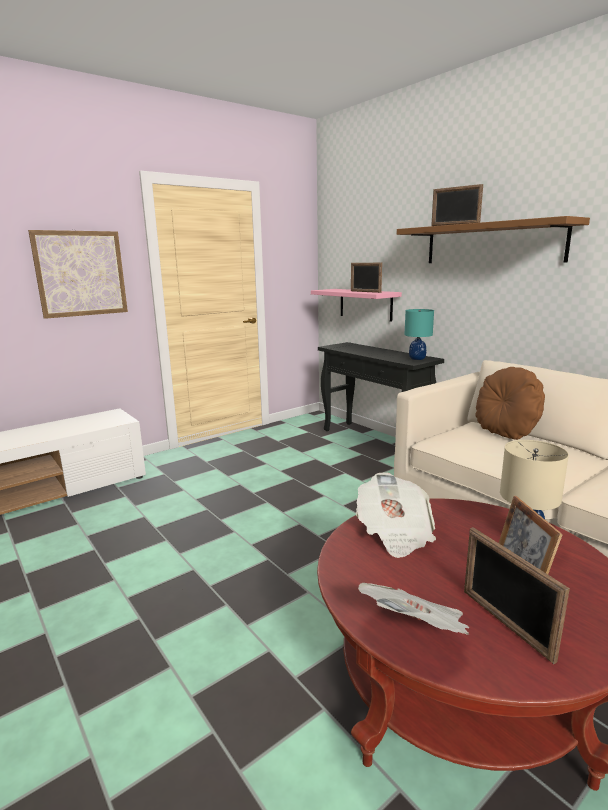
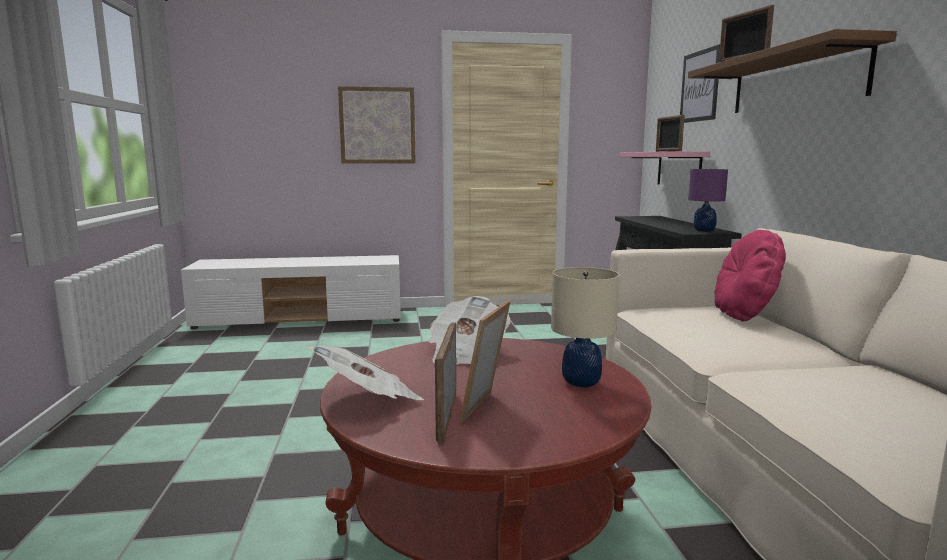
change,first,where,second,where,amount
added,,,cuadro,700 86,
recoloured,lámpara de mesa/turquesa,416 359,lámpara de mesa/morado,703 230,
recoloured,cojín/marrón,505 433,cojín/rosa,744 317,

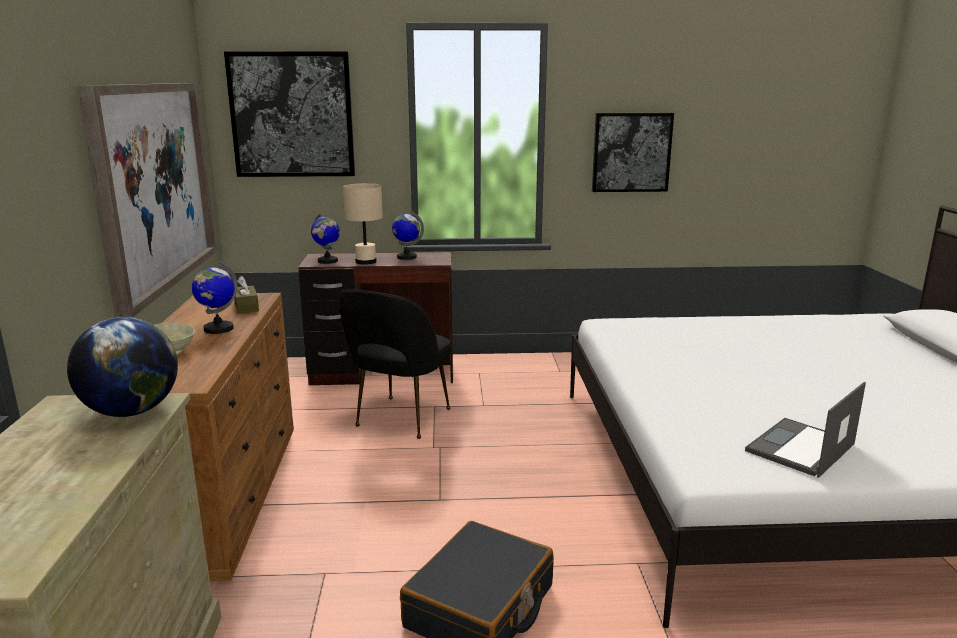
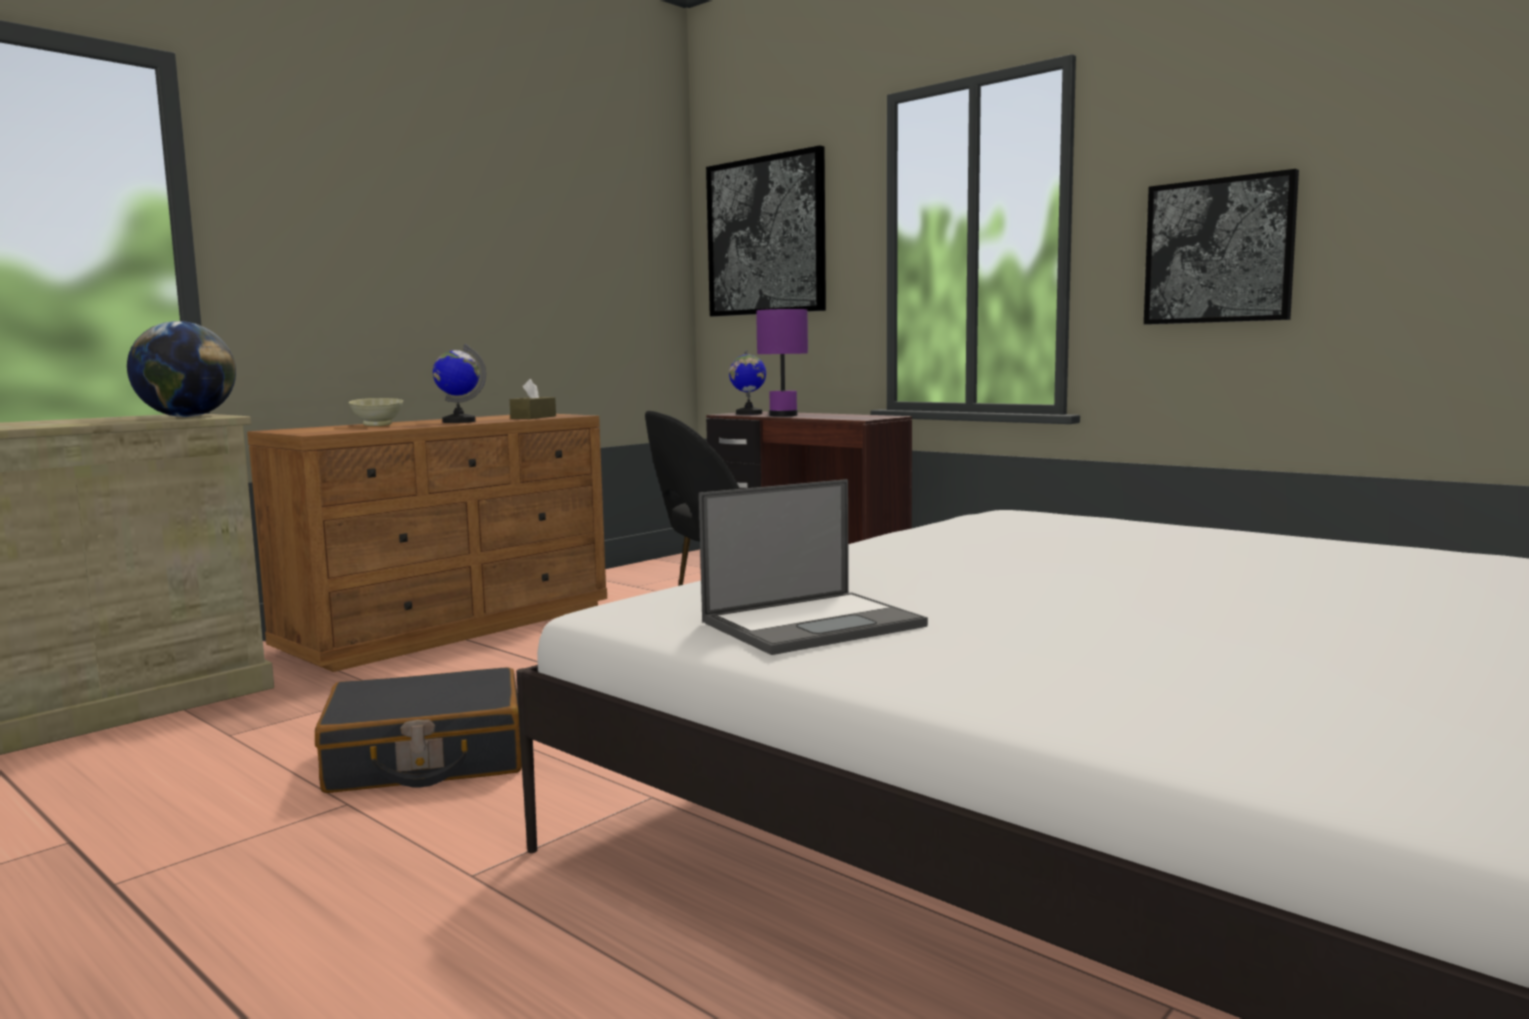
change,first,where,second,where,amount
turned,portátil,800 448,,814 623,150 degrees clockwise
recoloured,lámpara de mesa/beis,365 261,lámpara de mesa/morado,783 415,
removed,cuadro,153 186,,,
removed,globo terráqueo,406 257,,,

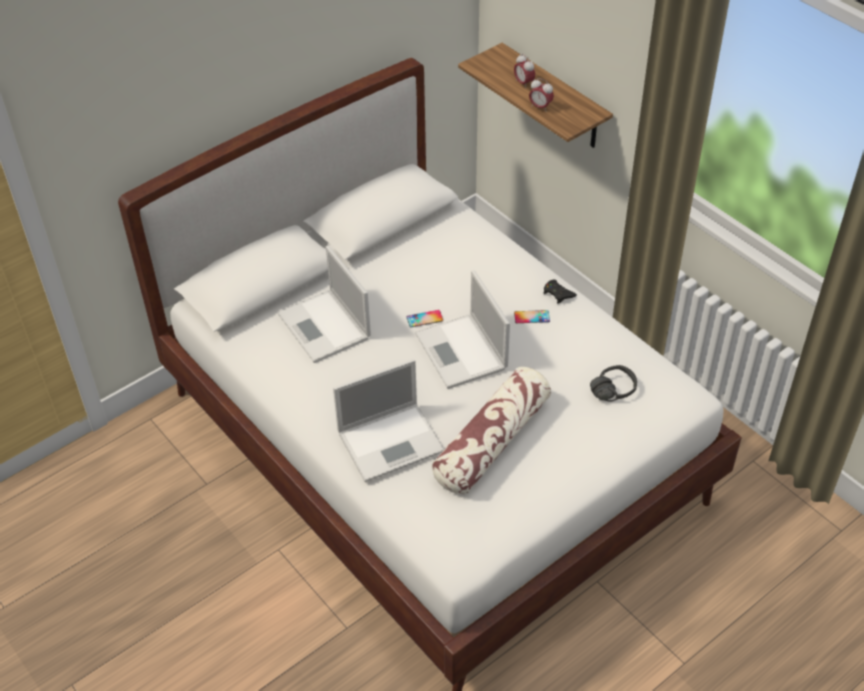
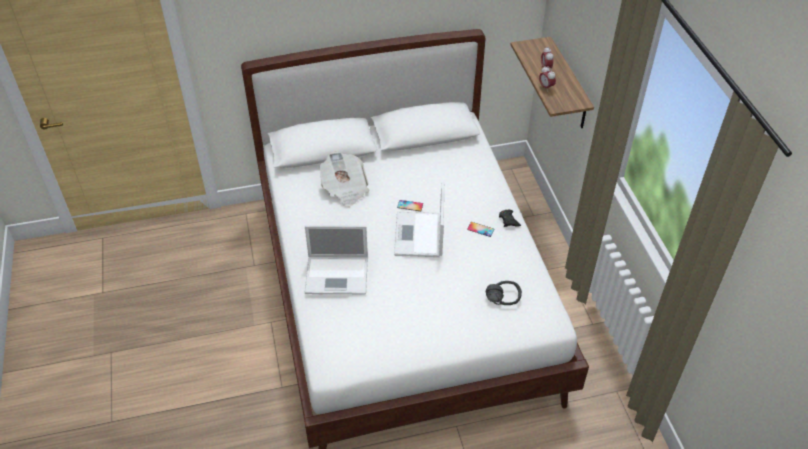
change,first,where,second,where,amount
replaced,portátil,325 327,periódico,345 189,
removed,cojín,492 441,,,

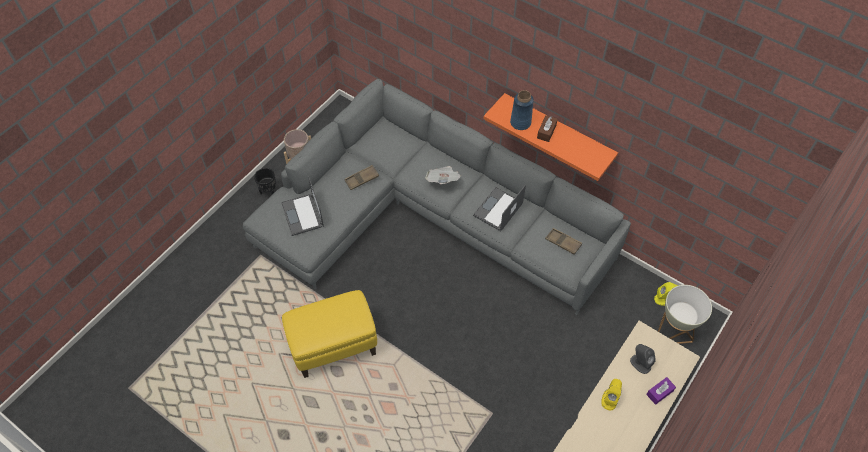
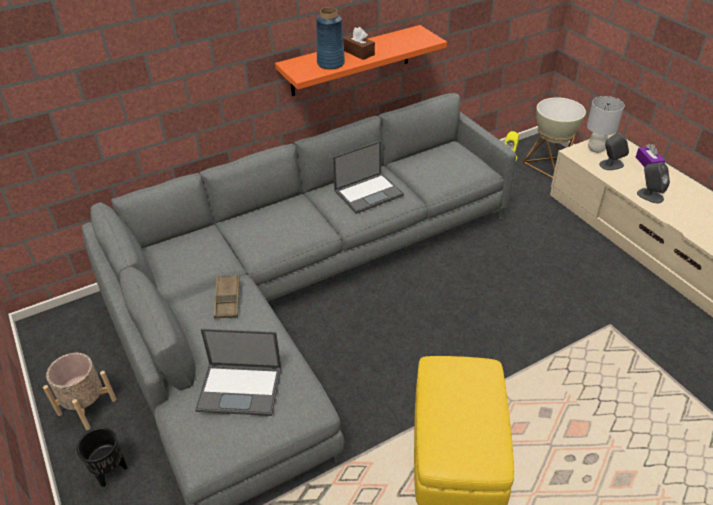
change,first,where,second,where,amount
turned,portátil,498 210,,369 192,90 degrees counterclockwise
added,,,lámpara de mesa/gris,597 150,
recoloured,altavoz/amarillo,610 399,altavoz/gris,649 195,
removed,periódico,443 180,,,
removed,bandeja/marrón,563 242,,,

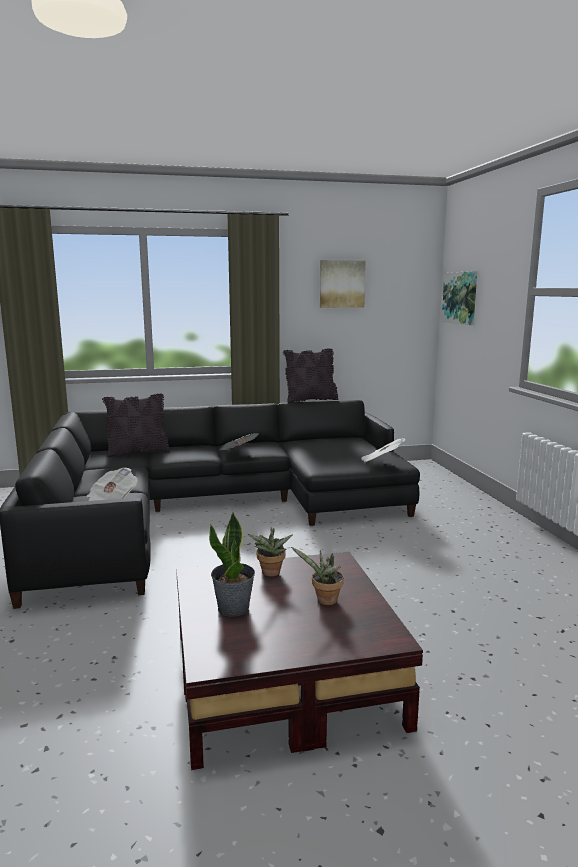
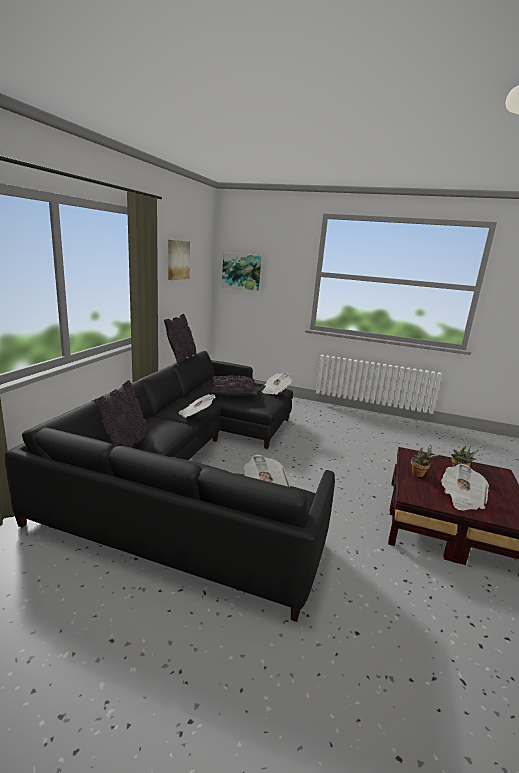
change,first,where,second,where,amount
added,,,cojín/negro,233 392,
replaced,planta en maceta,234 608,periódico,461 498,

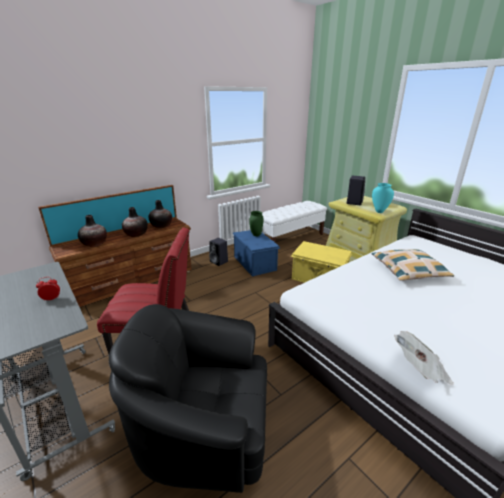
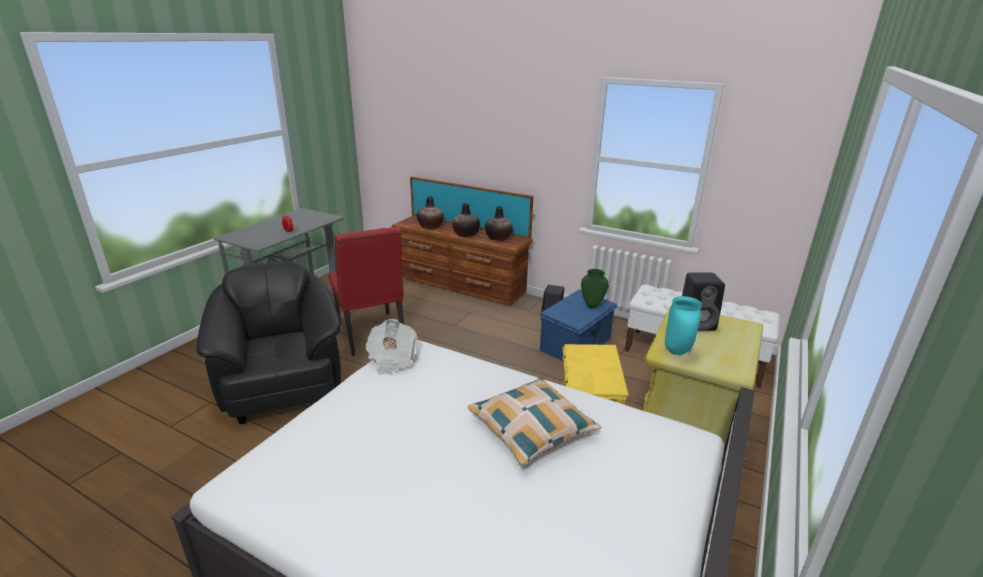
change,first,where,second,where,amount
moved,periódico,420 369,,391 359,

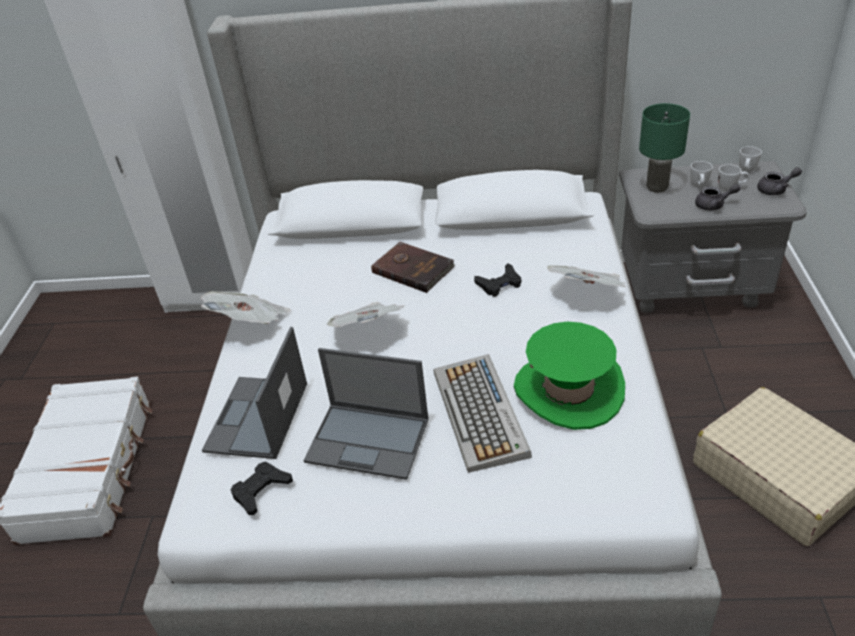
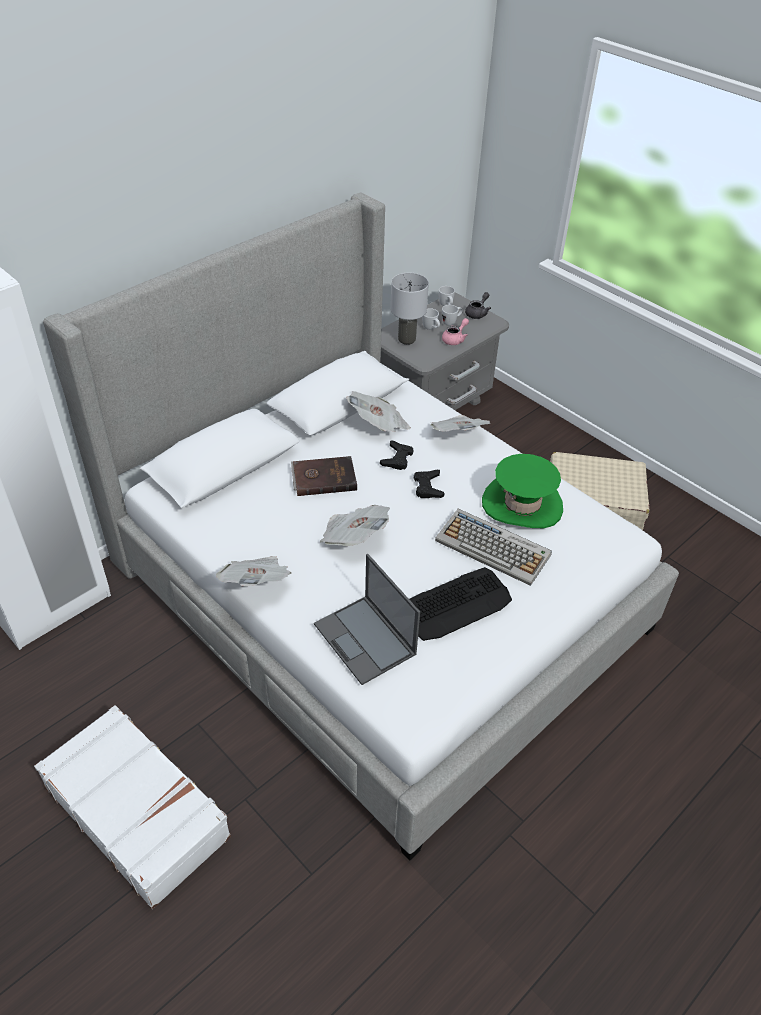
change,first,where,second,where,amount
added,,,periódico,378 424,
recoloured,lámpara de mesa/verde,657 188,lámpara de mesa/blanco,407 341,
replaced,portátil,369 440,teclado,456 604,
moved,mando de consola/negro,261 490,,428 487,
recoloured,tetera/gris,714 205,tetera/rosa,455 339,

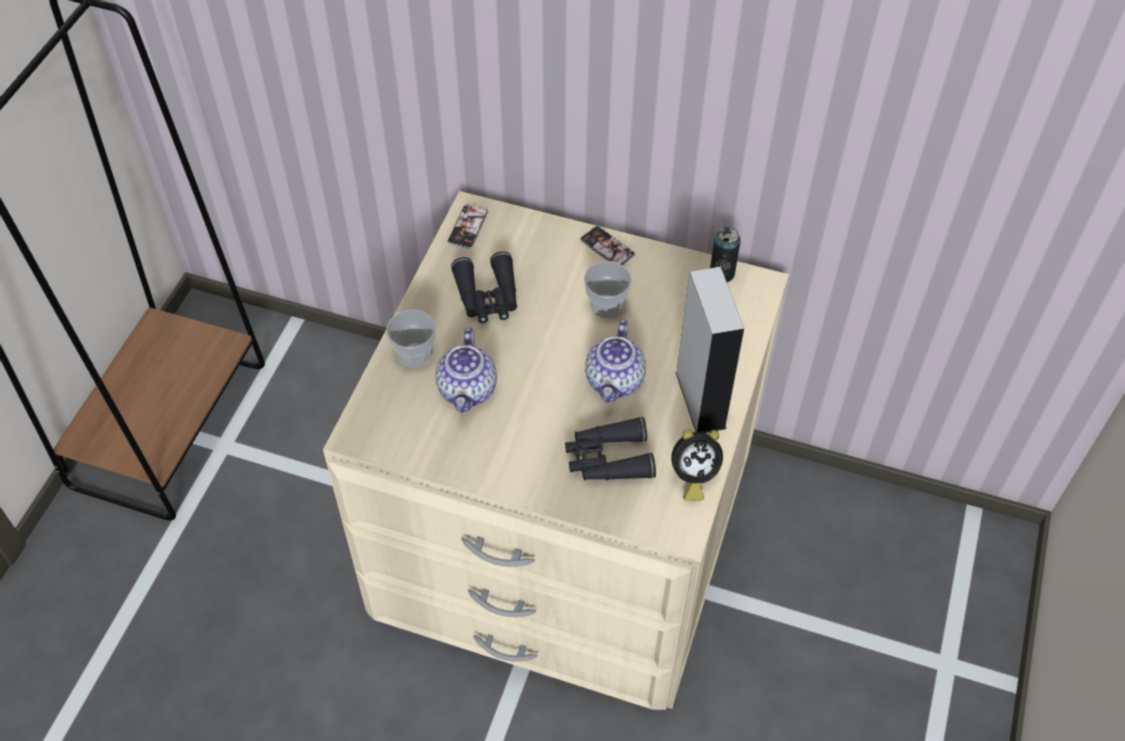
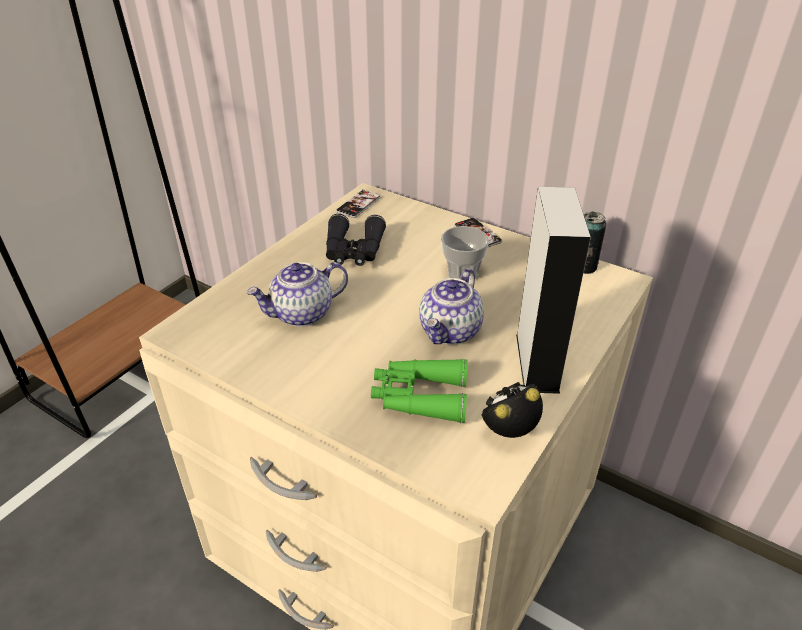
change,first,where,second,where,amount
turned,tetera,468 390,,302 314,45 degrees clockwise
recoloured,prismáticos/negro,608 459,prismáticos/verde,419 397,
turned,despertador,692 477,,509 432,150 degrees clockwise
removed,taza,414 354,,,

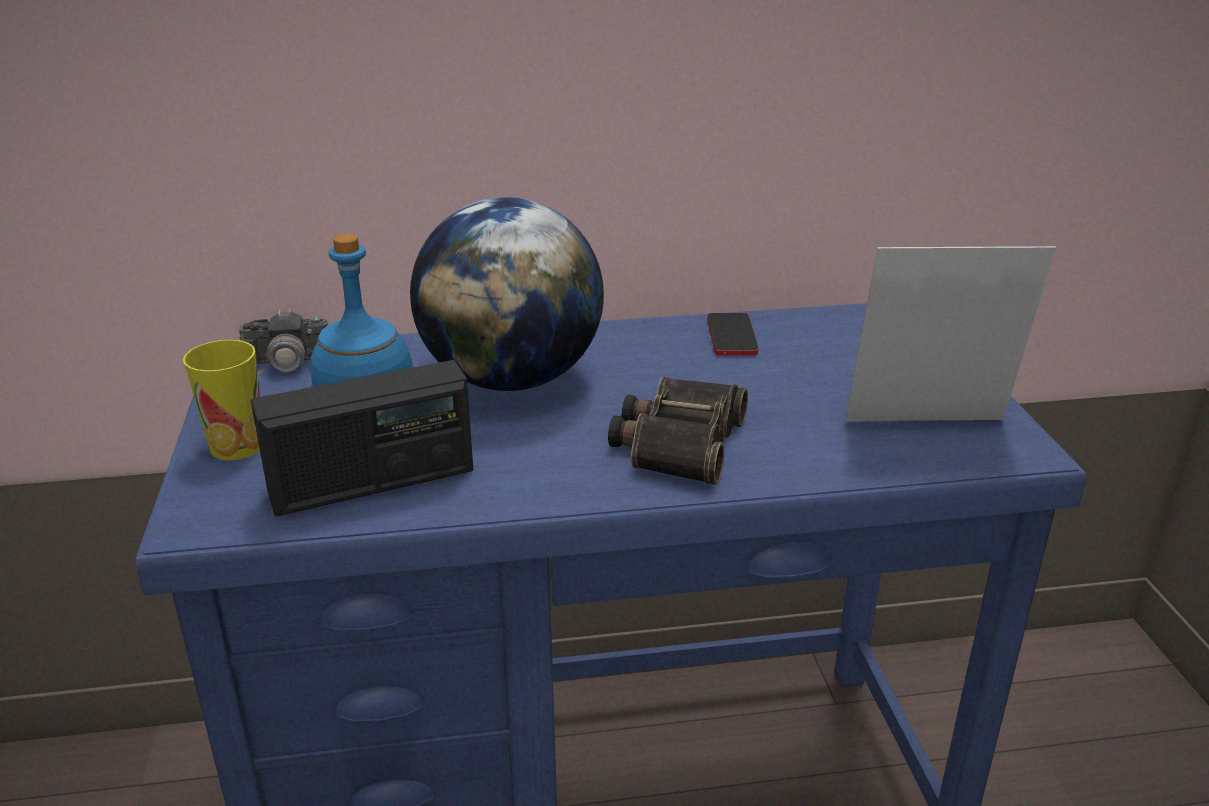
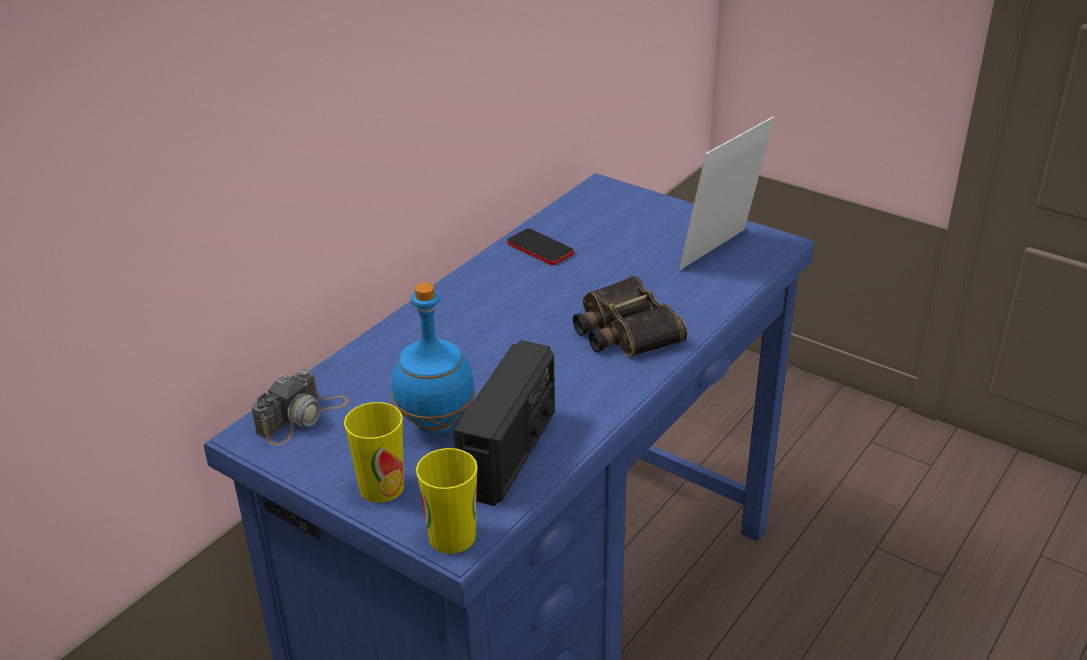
change,first,where,second,where,amount
added,,,taza,452 536,
removed,globo terráqueo,511 379,,,

